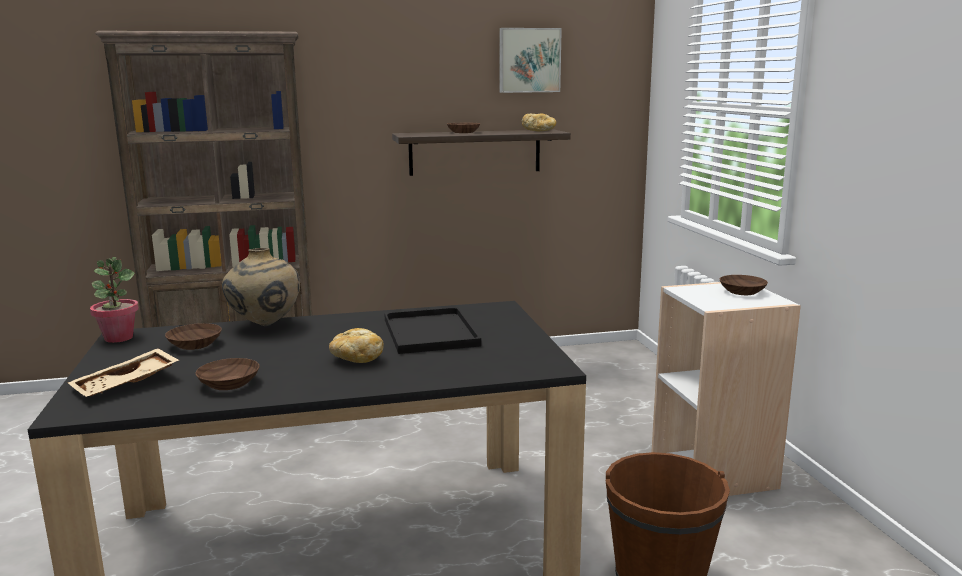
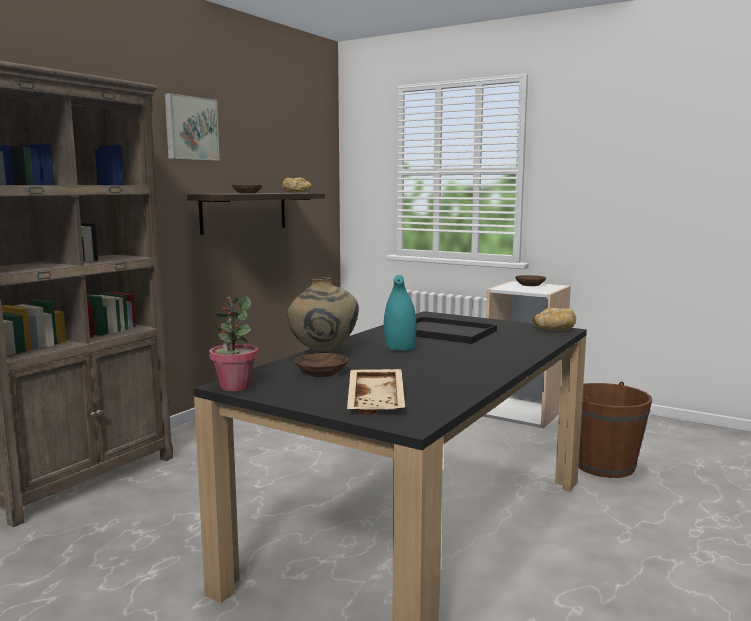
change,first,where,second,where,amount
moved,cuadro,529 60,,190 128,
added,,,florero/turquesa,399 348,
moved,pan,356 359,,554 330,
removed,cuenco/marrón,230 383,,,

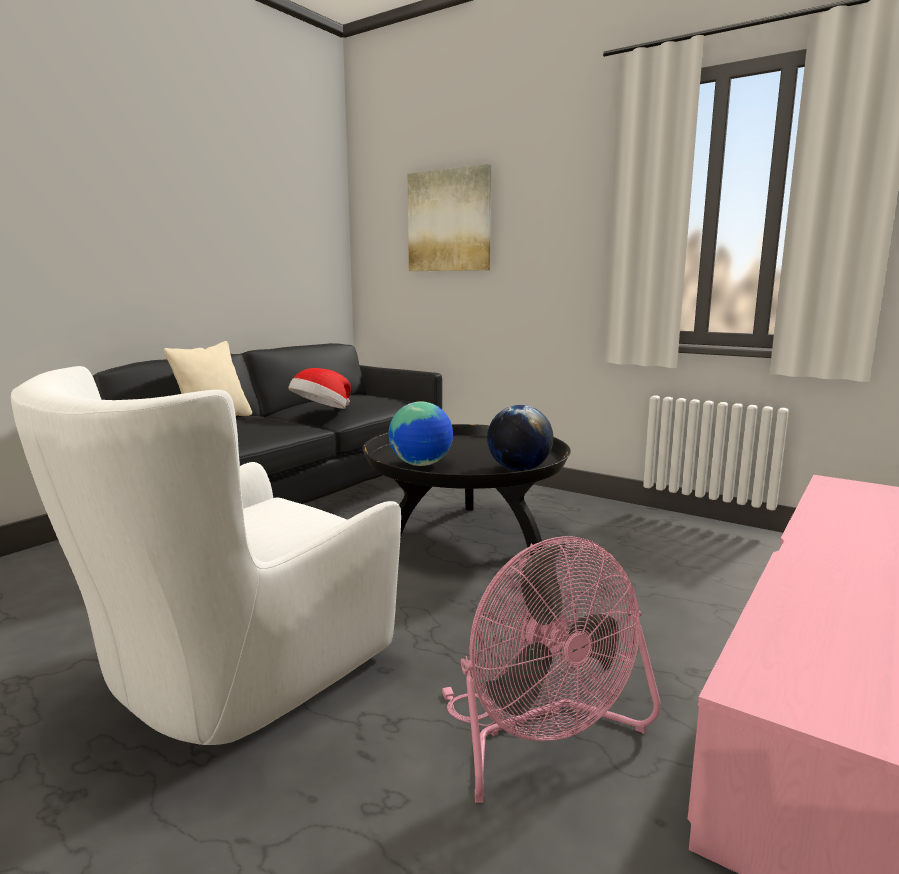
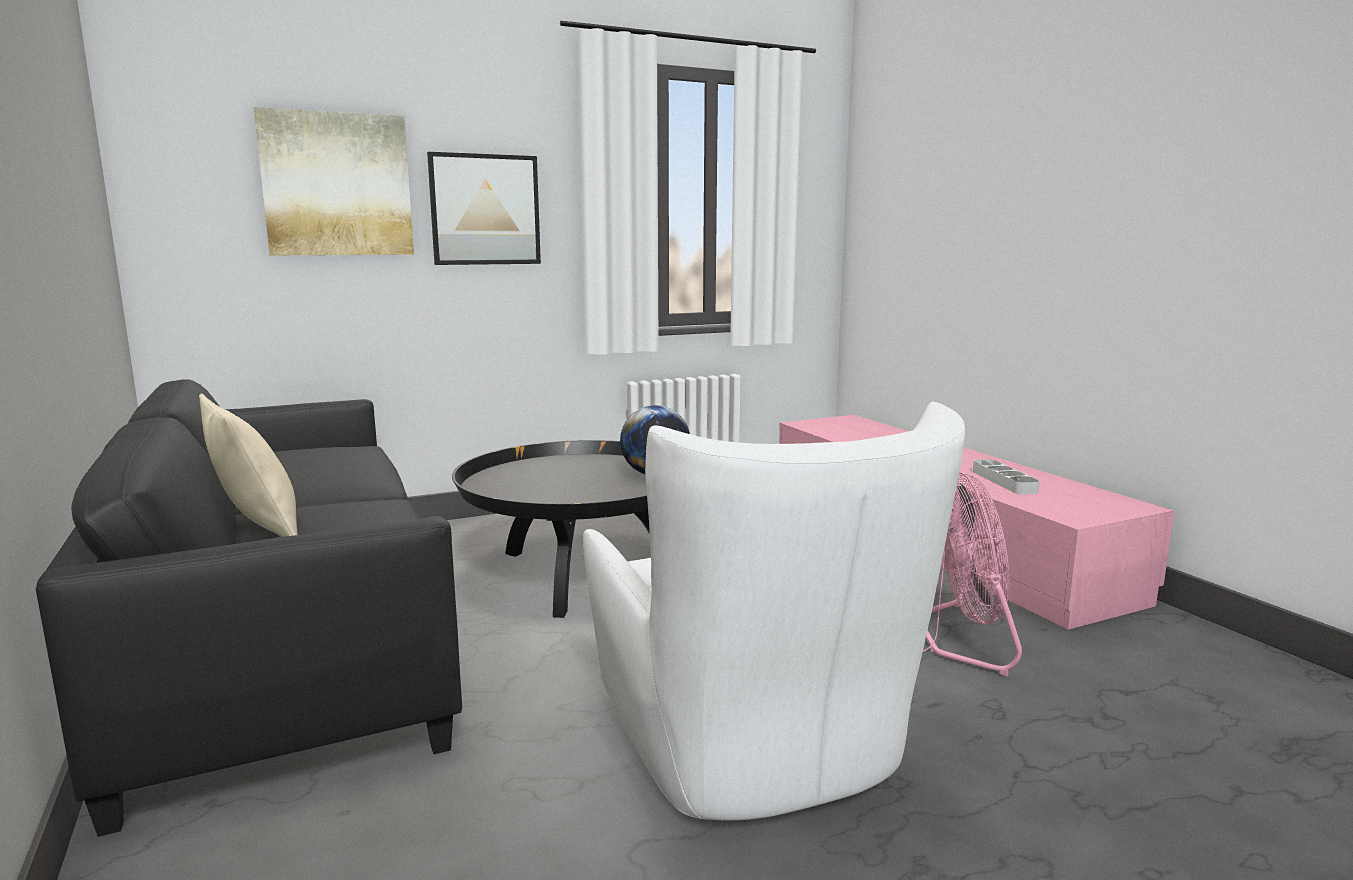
change,first,where,second,where,amount
added,,,cuadro,485 210,
added,,,bandeja/gris,1003 481,
removed,sombrero,321 411,,,
removed,globo terráqueo,421 464,,,

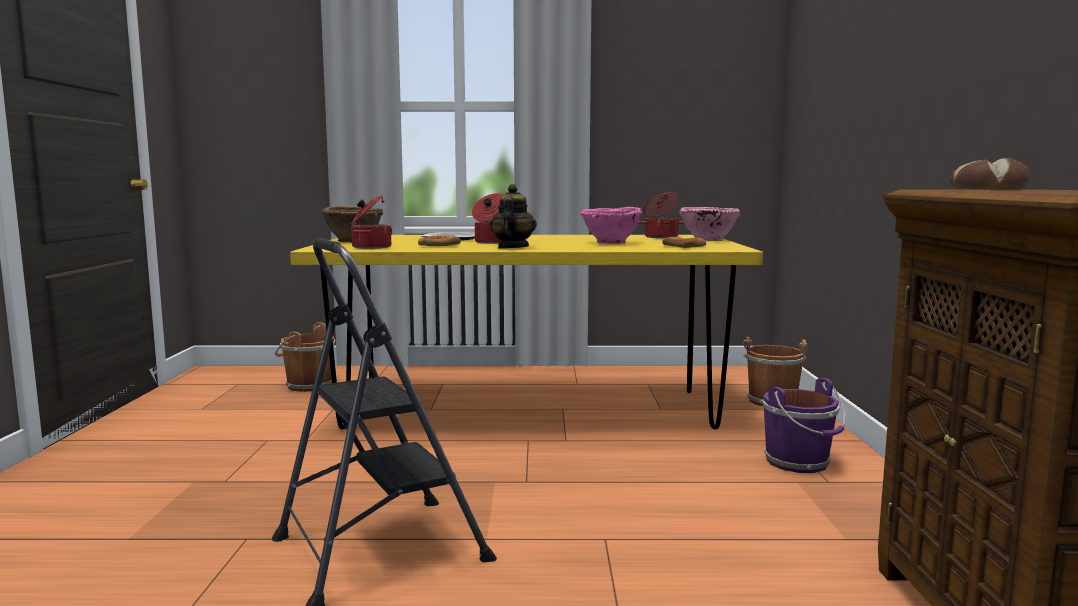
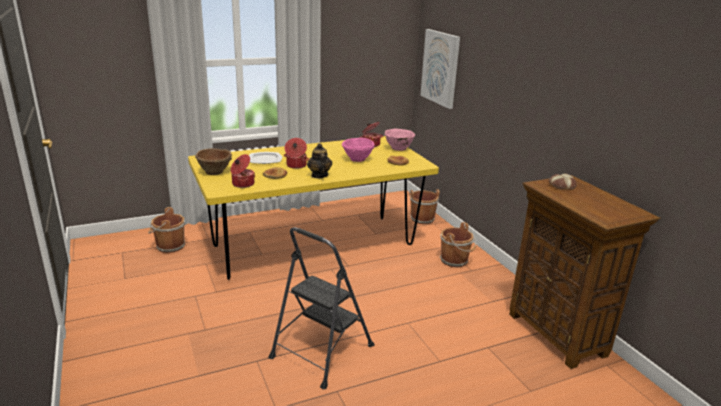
change,first,where,second,where,amount
added,,,cuadro,440 68,
recoloured,cubo/morado,799 463,cubo/marrón,455 261,

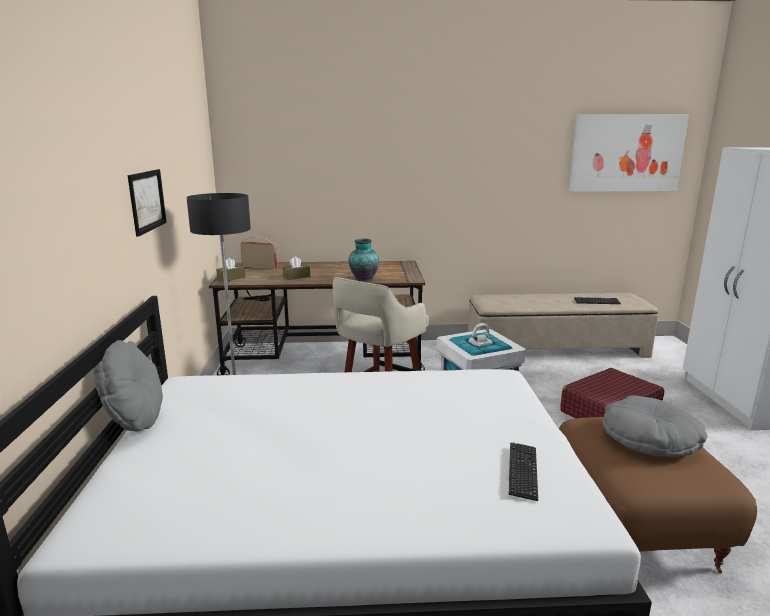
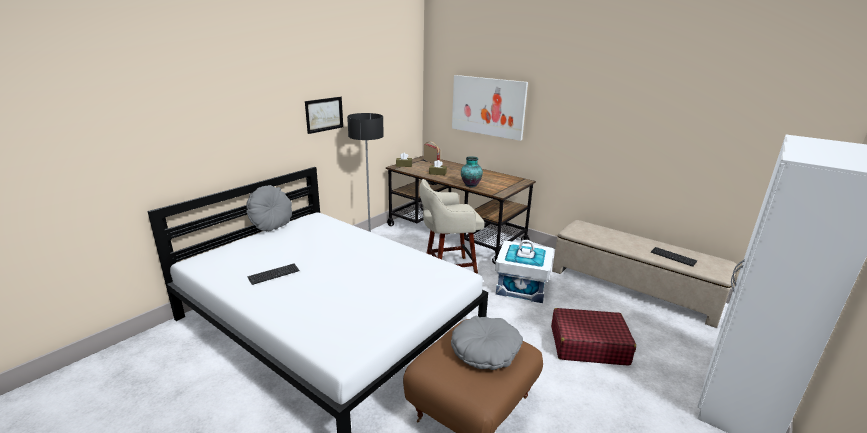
change,first,where,second,where,amount
moved,teclado,522 472,,274 275,
moved,cuadro,626 153,,488 106,

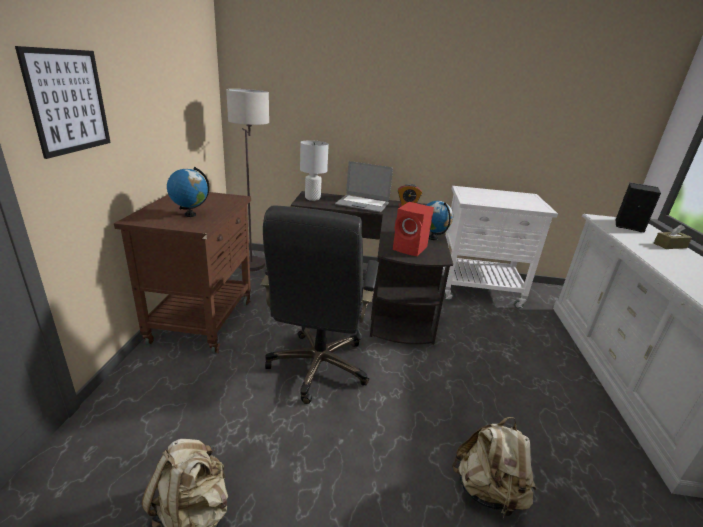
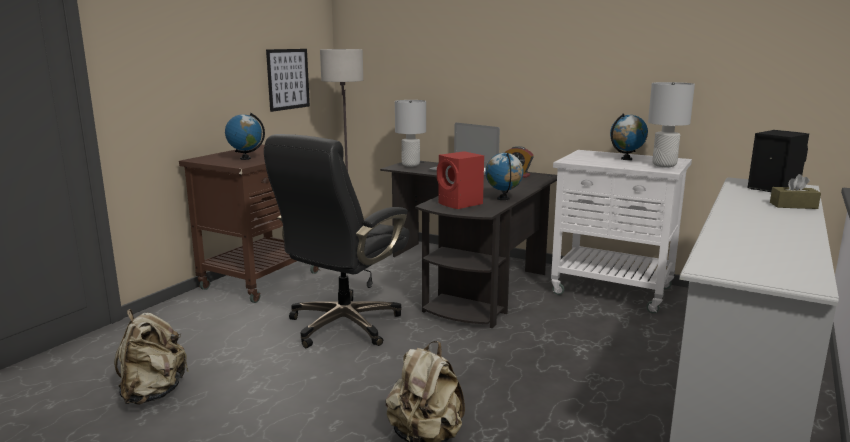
change,first,where,second,where,amount
moved,cuadro,68 101,,288 79,
added,,,globo terráqueo,626 159,
added,,,lámpara de mesa/gris,664 166,

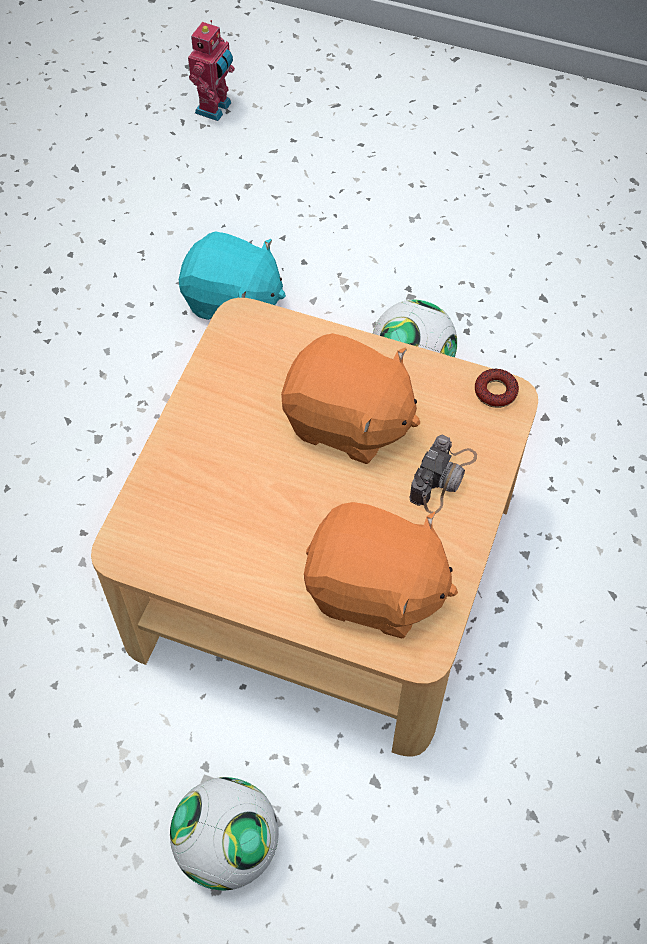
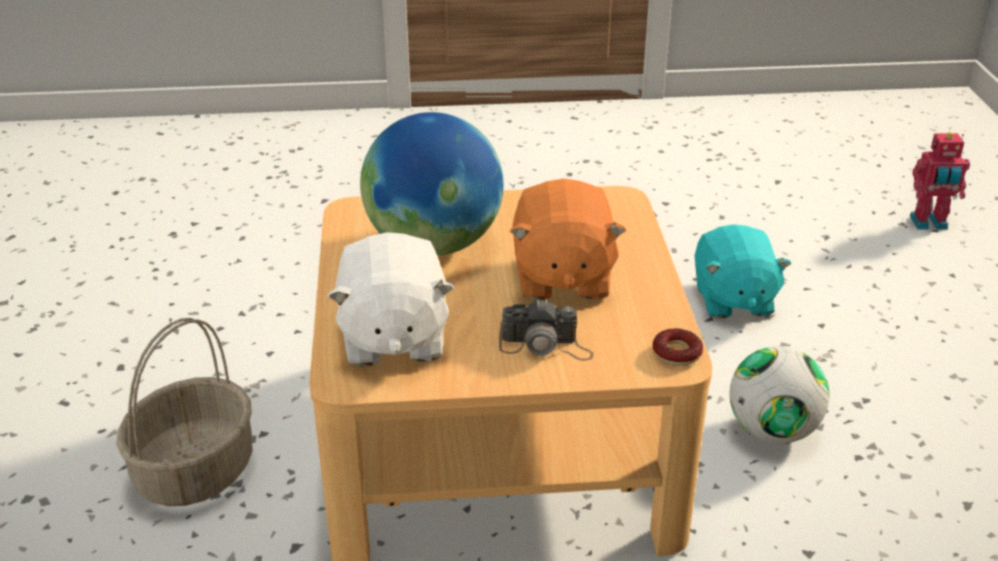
change,first,where,second,where,amount
replaced,balón de fútbol,228 846,cesta,195 470,
recoloured,peluche/naranja,375 590,peluche/blanco,392 338,
added,,,globo terráqueo,433 245,

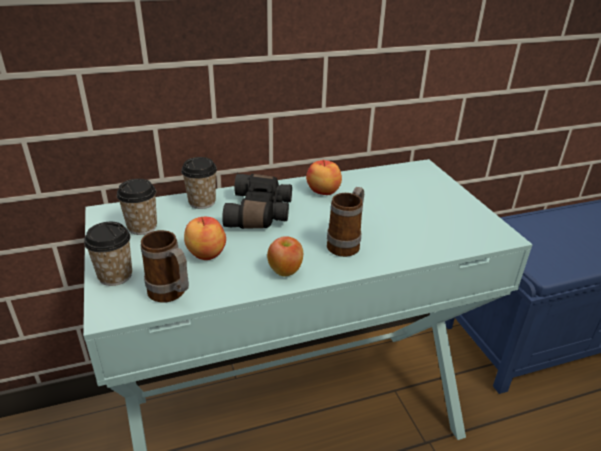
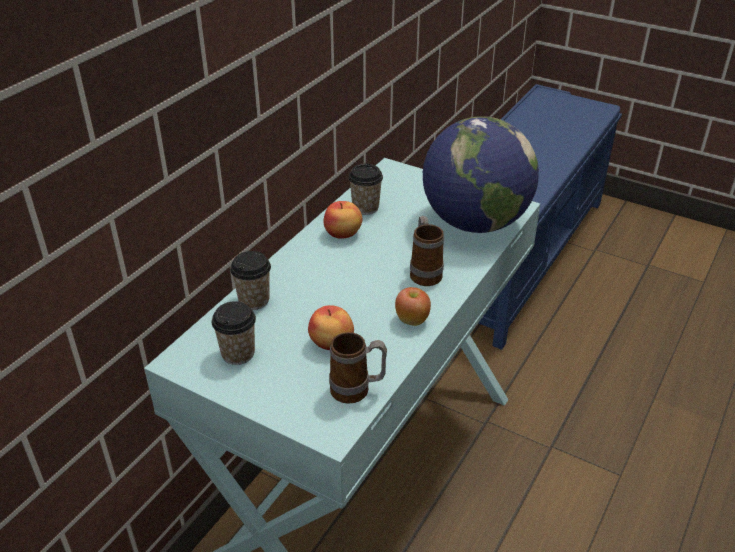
change,first,where,second,where,amount
moved,taza,115 276,,365 208,
added,,,globo terráqueo,475 223,
removed,prismáticos/negro,261 213,,,

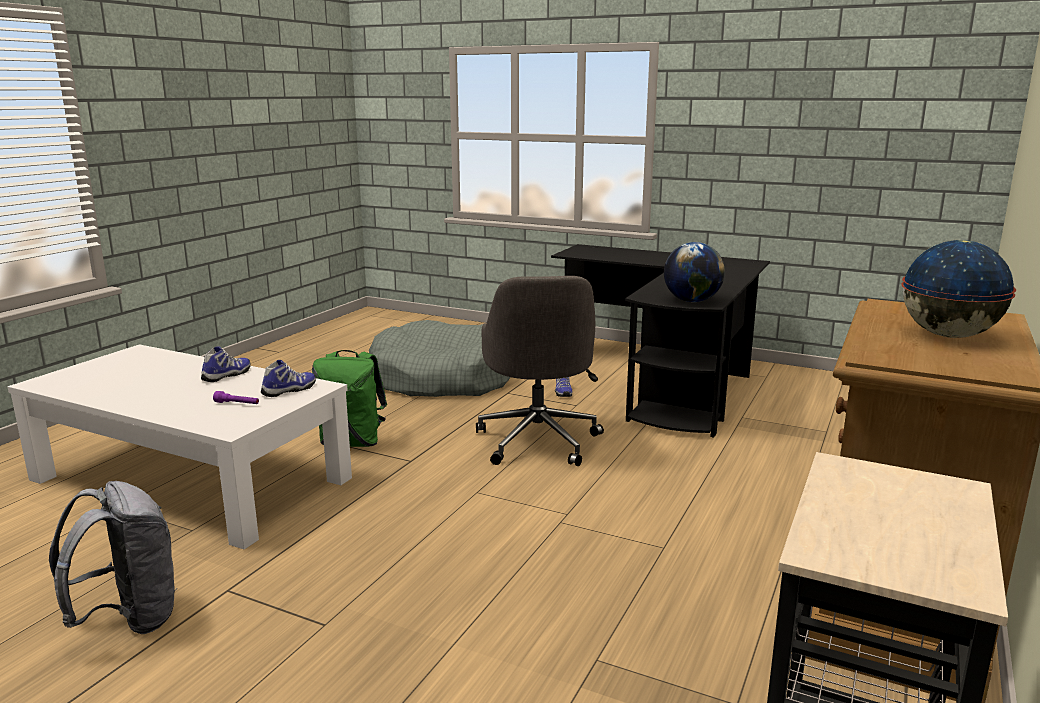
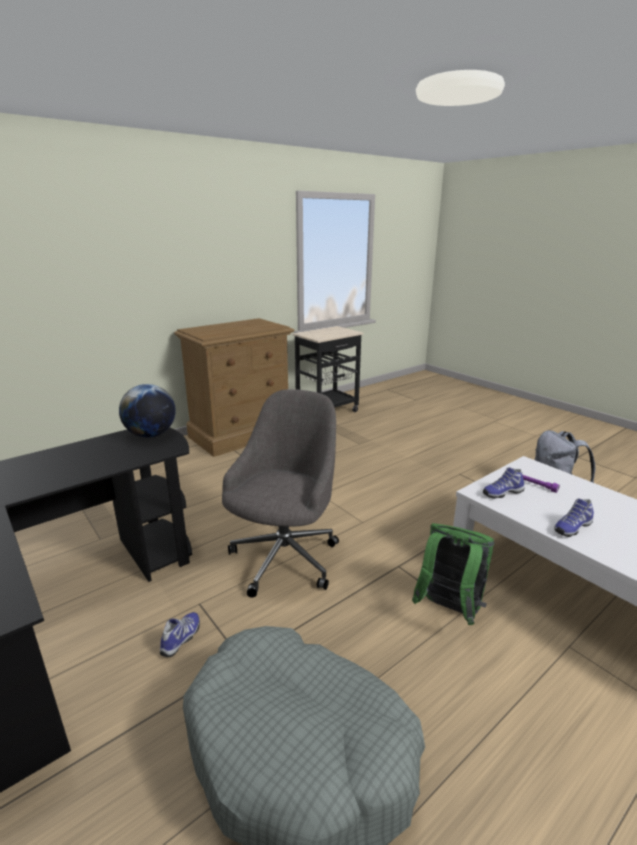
change,first,where,second,where,amount
removed,globo terráqueo,947 335,,,

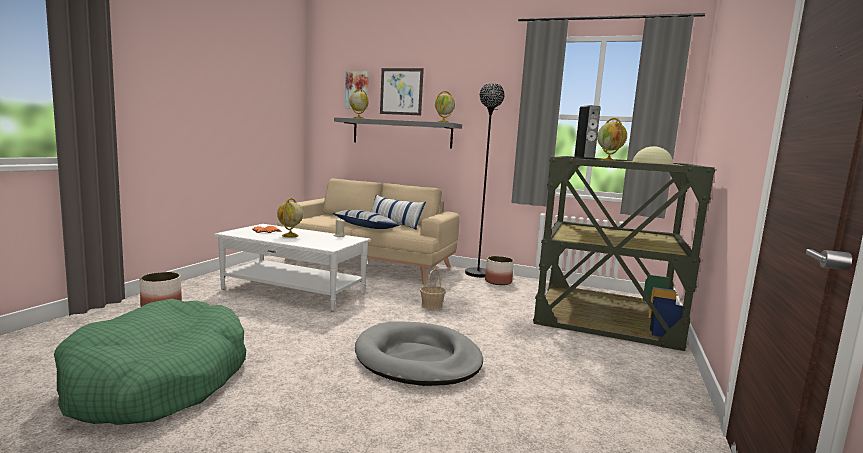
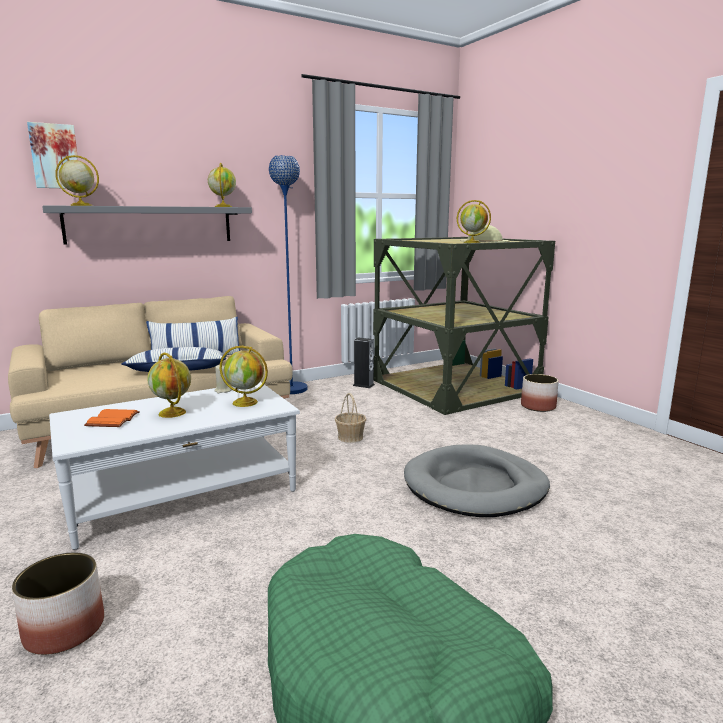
change,first,where,second,where,amount
added,,,globo terráqueo,246 402,
recoloured,lámpara de pie/negro,478 273,lámpara de pie/azul,292 389,
moved,altavoz,584 159,,363 385,
moved,maceta,498 282,,538 407,
removed,cuadro,401 91,,,

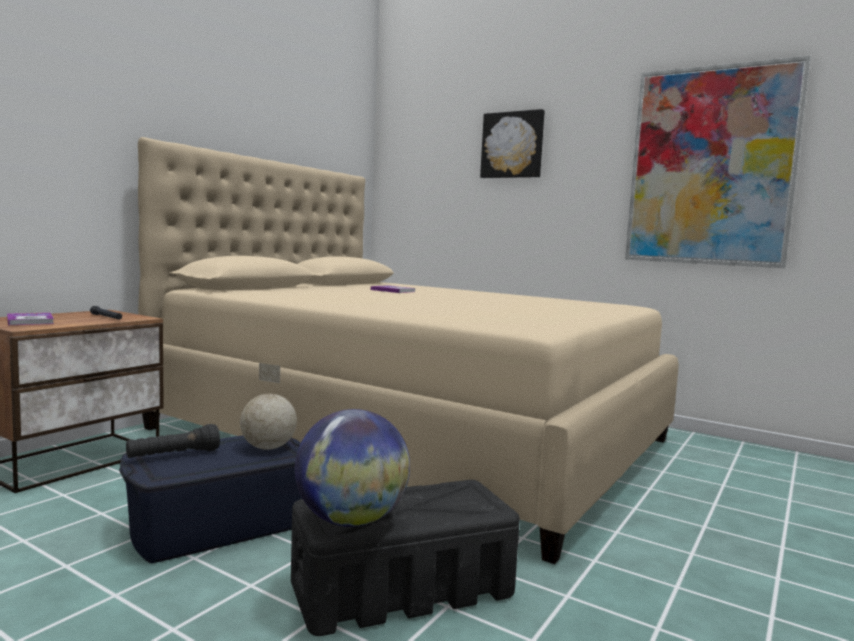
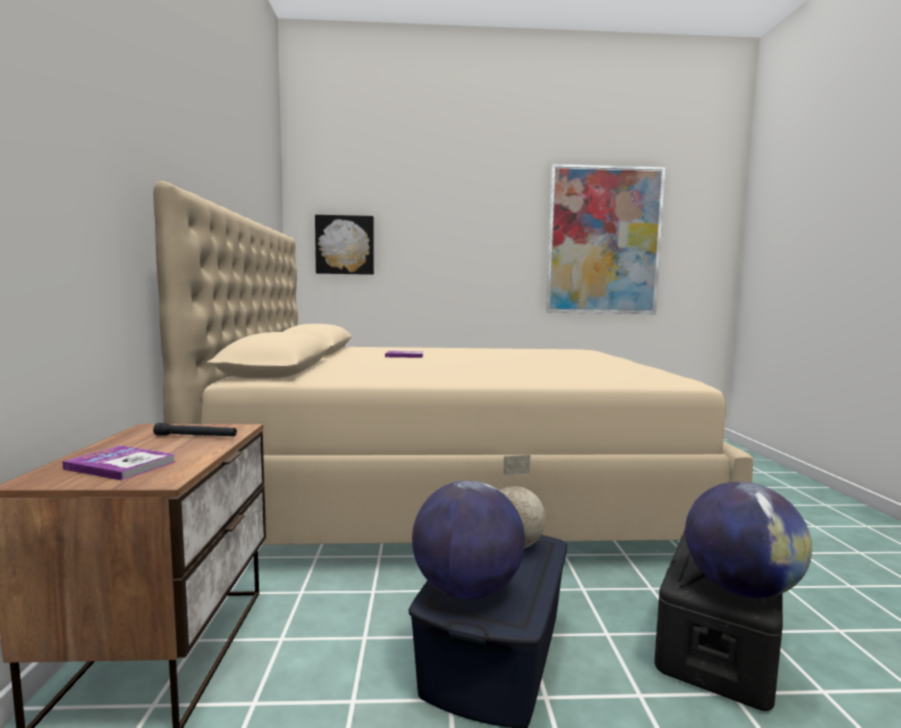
change,first,where,second,where,amount
moved,cuadro,513 145,,345 245,
replaced,linterna/negro,173 455,globo terráqueo,466 590,

